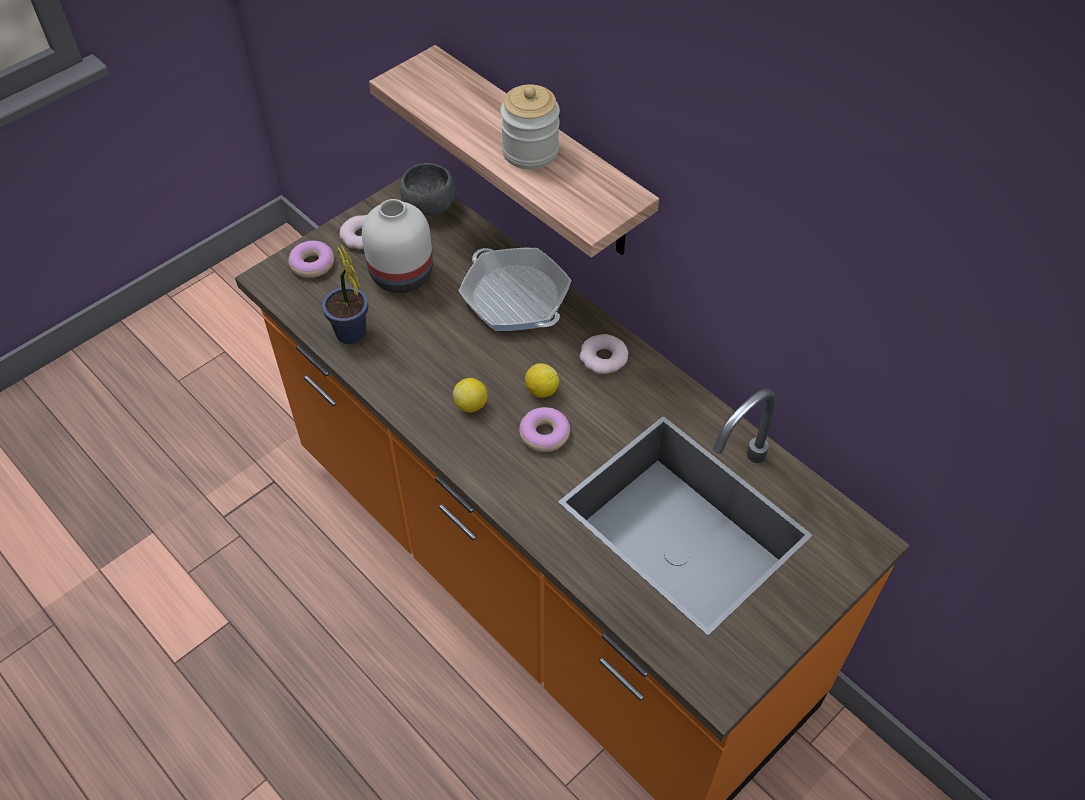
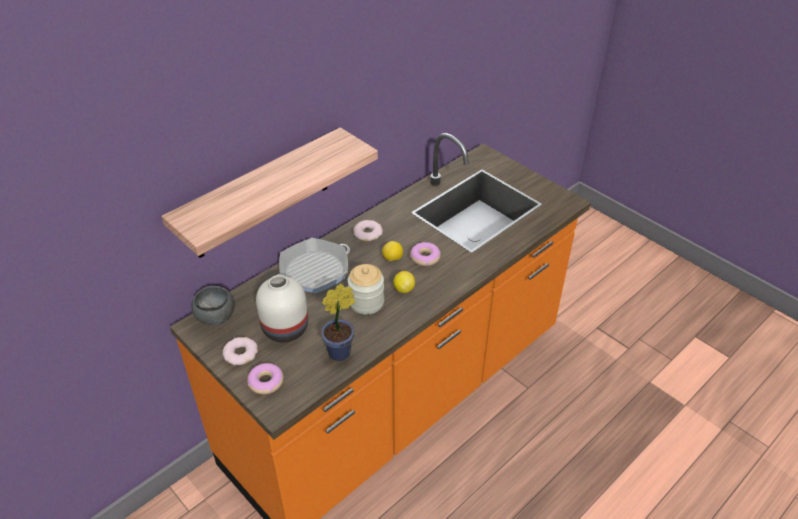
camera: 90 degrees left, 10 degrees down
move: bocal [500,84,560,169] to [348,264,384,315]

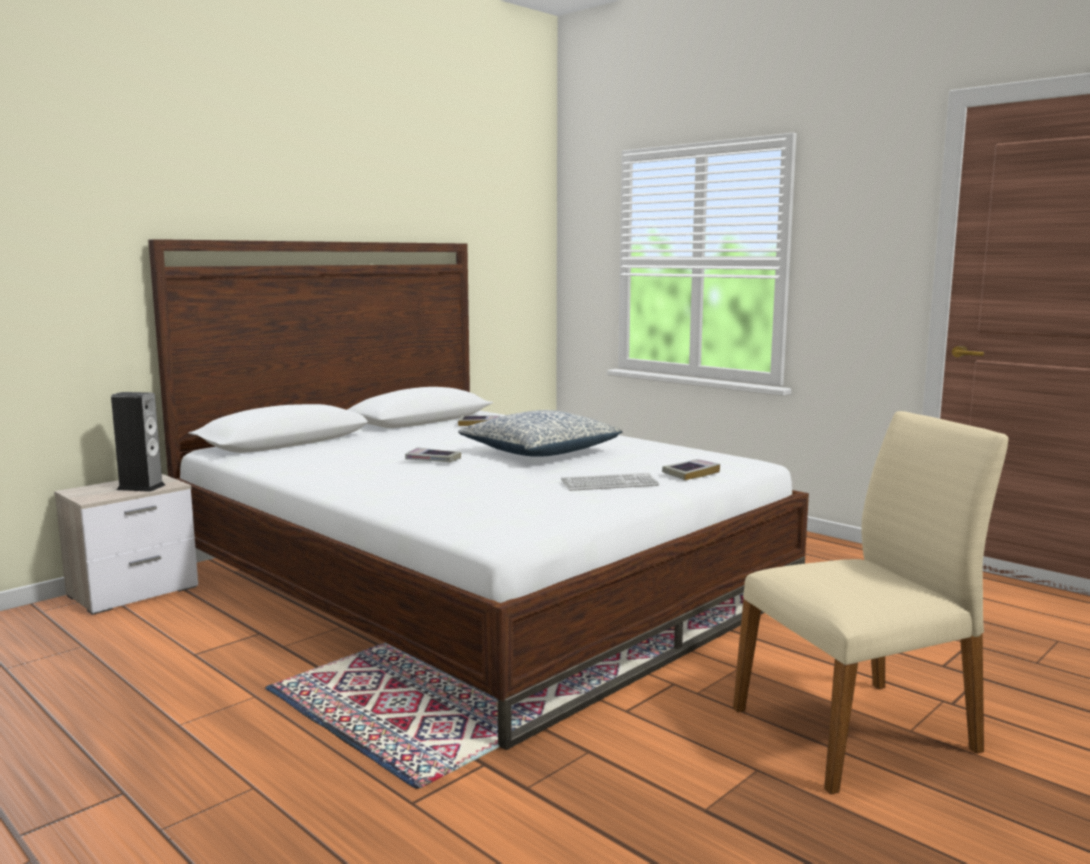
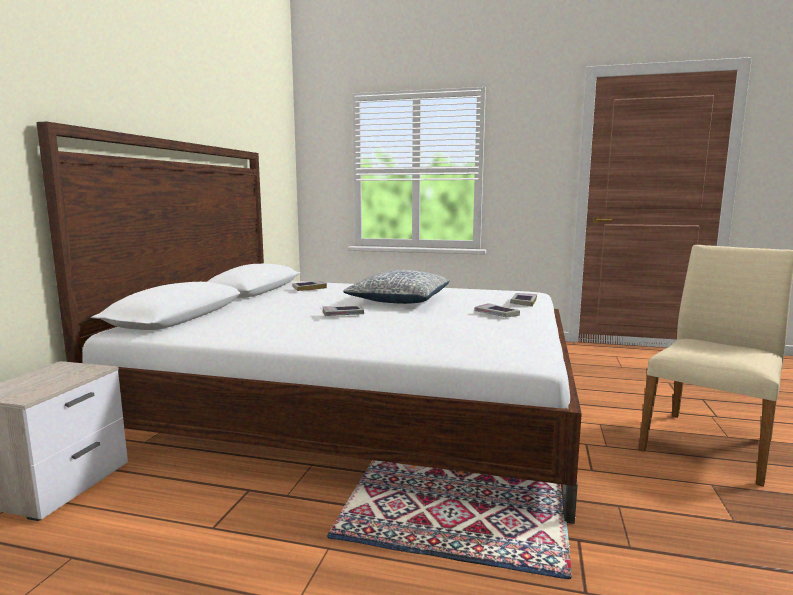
camera: 30 degrees left, 0 degrees up
delete: enceinte [111,392,165,492]
replace: clavier [561,473,659,491] to livre [474,303,520,317]

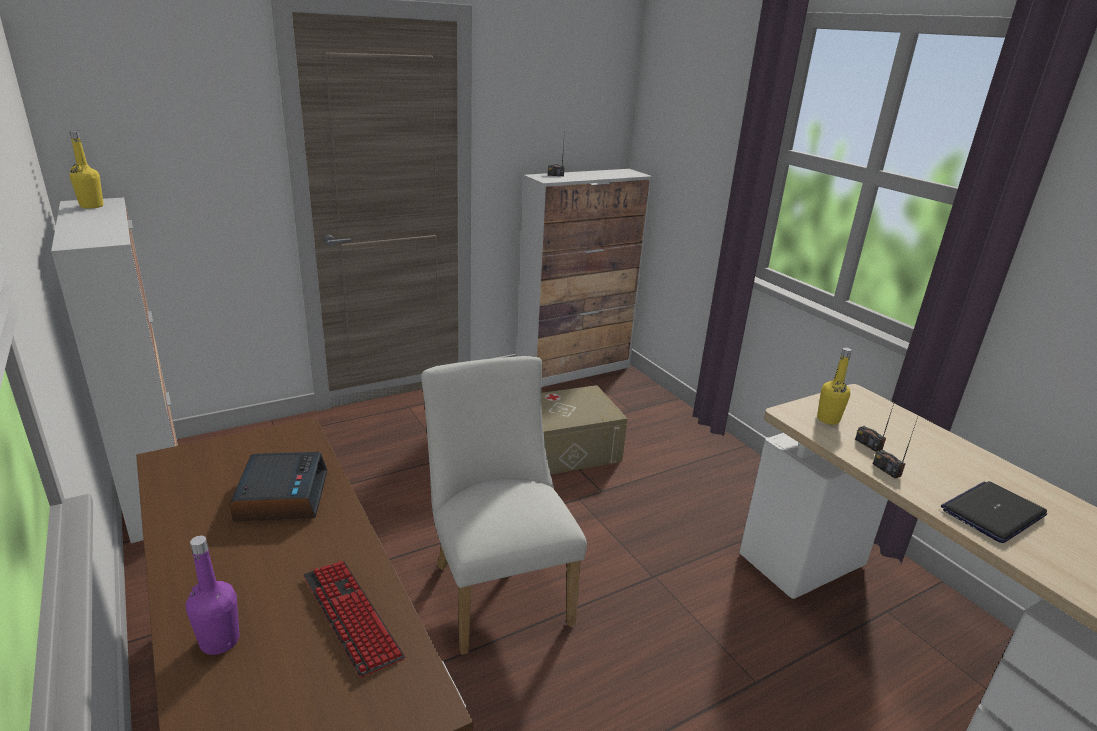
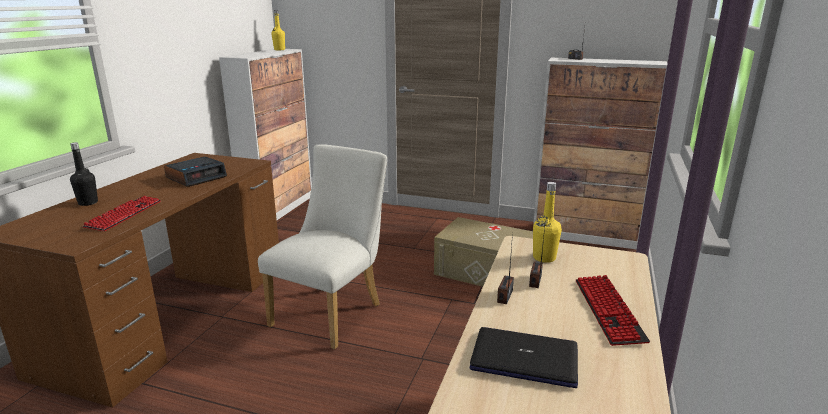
camera: 50 degrees right, 5 degrees down
insert: clavier [576,275,650,346]
recolor: bouteille [violet] [186,536,240,655] to bouteille [noir] [70,142,98,206]

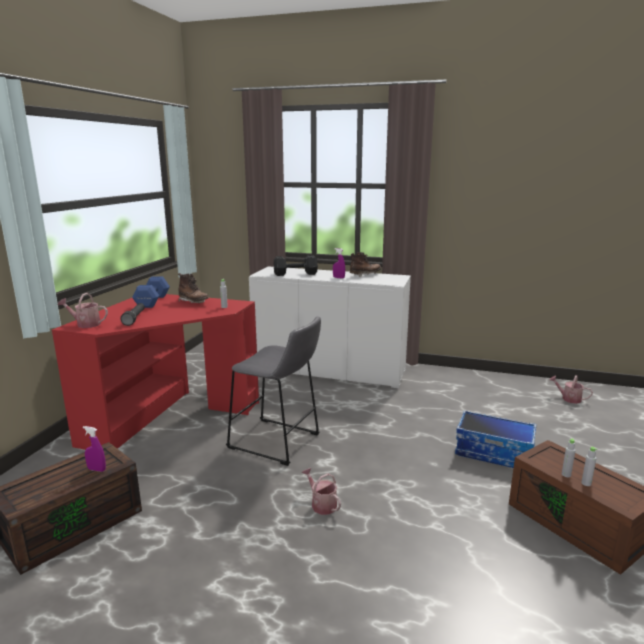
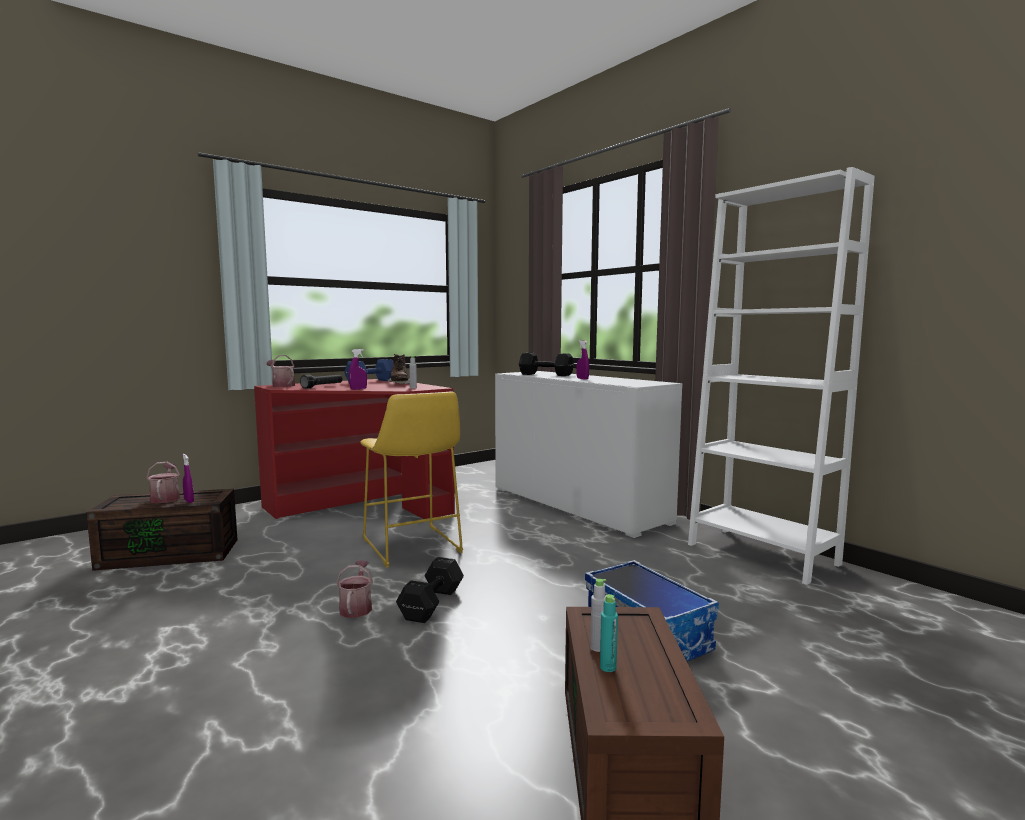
camera: 35 degrees right, 10 degrees down
delete: botte [marron] [350,252,381,277]
insert: vaporisateur [violet] [349,349,367,390]; haltère [noir] [396,557,464,623]; bibliothèque [blanc] [688,167,875,585]
move: arrosoir [549,375,593,404] to [146,462,180,503]
recolor: tabouret [gris] [226,316,321,466] to tabouret [jaune] [360,392,463,568]; bouteille [gris] [582,447,598,486] to bouteille [turquoise] [600,594,618,672]

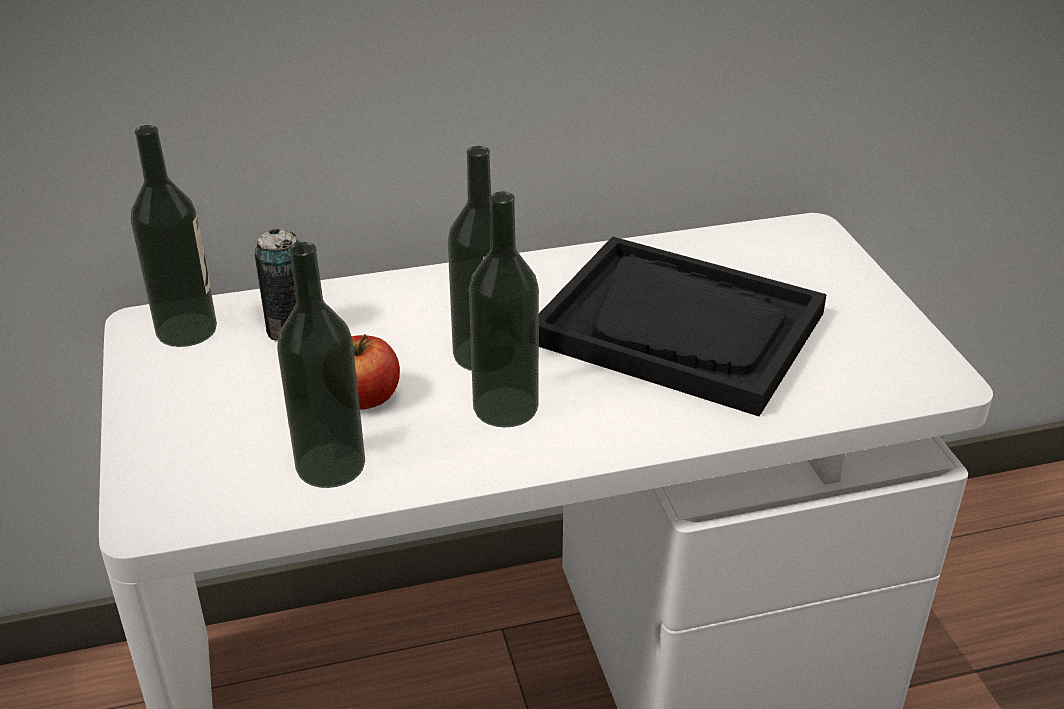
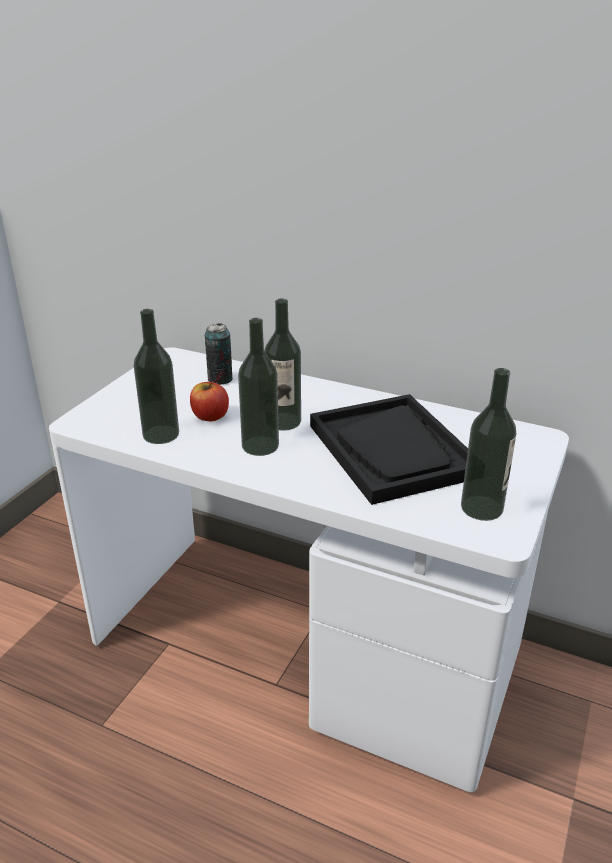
camera: 40 degrees right, 5 degrees down
move: bouteille [131,125,217,347] to [461,368,517,521]

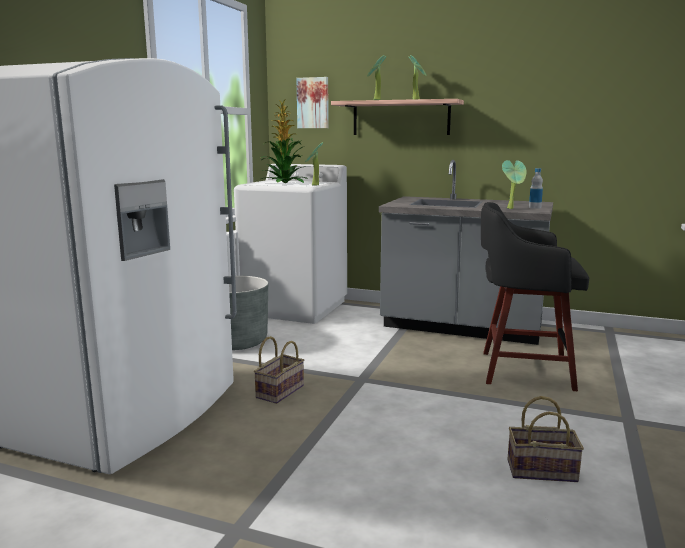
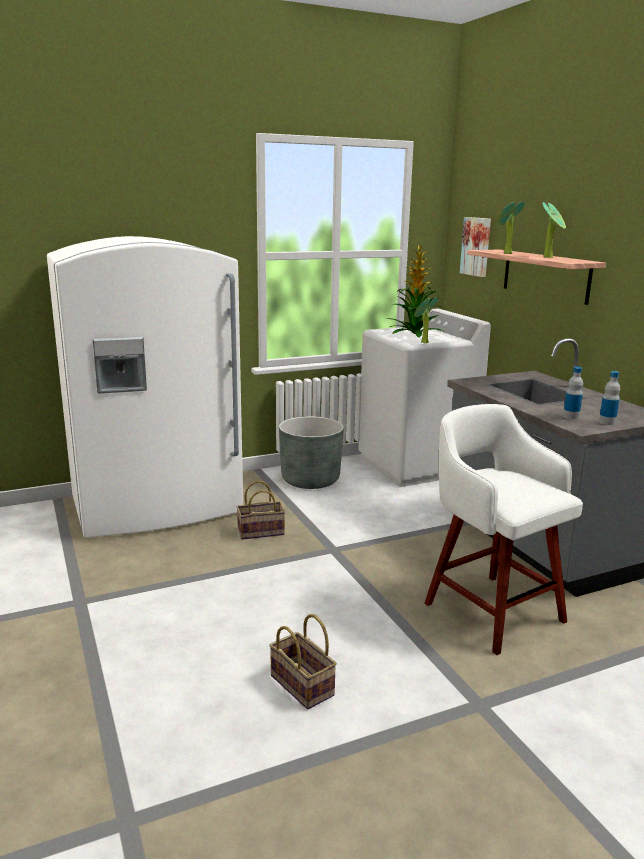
camera: 45 degrees right, 5 degrees up
replace: plante en pot [502,160,527,209] to bouteille [563,367,583,420]
recolor: tabouret [noir] [481,202,589,391] to tabouret [blanc] [424,404,583,655]

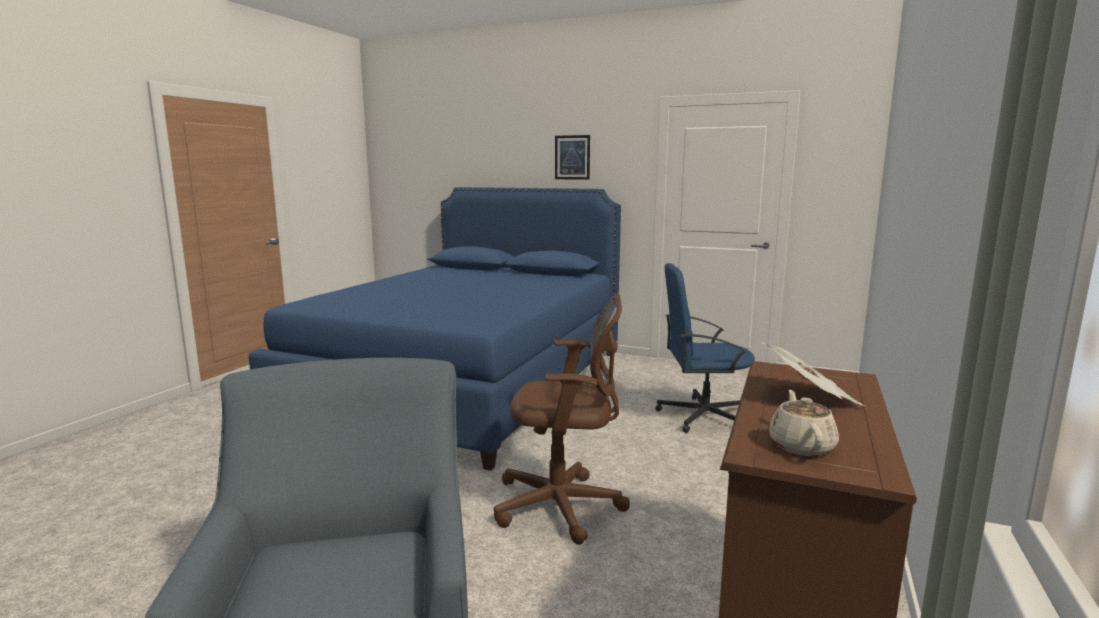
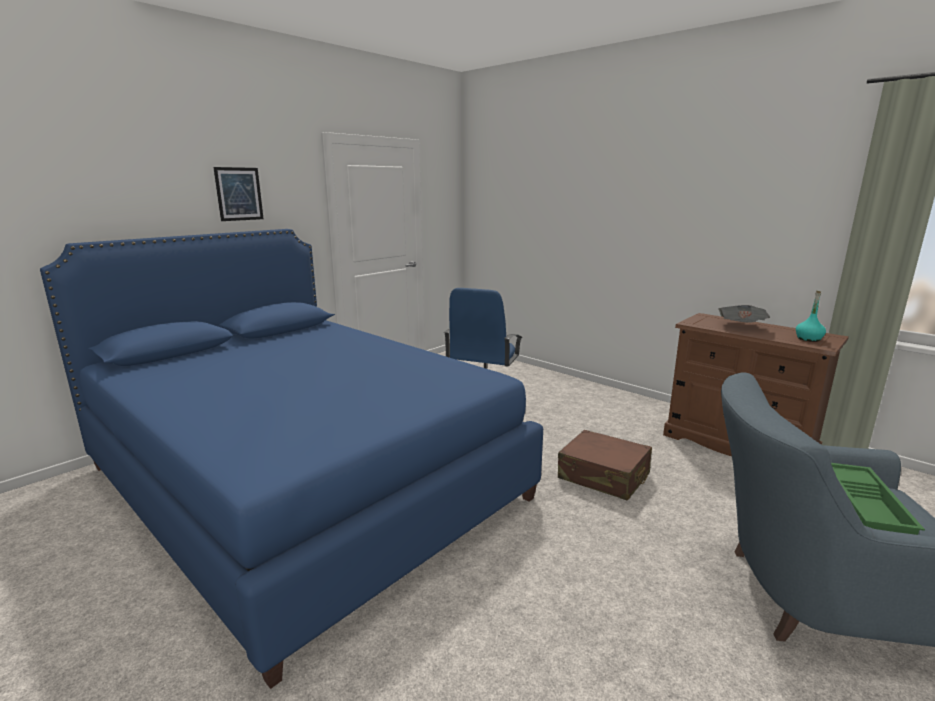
camera: 70 degrees left, 5 degrees up
insert: plateau [vert] [831,463,925,535]
replace: chaise de bureau [marron] [494,293,630,545] to valise [marron] [558,430,652,501]; théière [beige] [769,390,839,456] to bouteille [turquoise] [796,291,826,342]

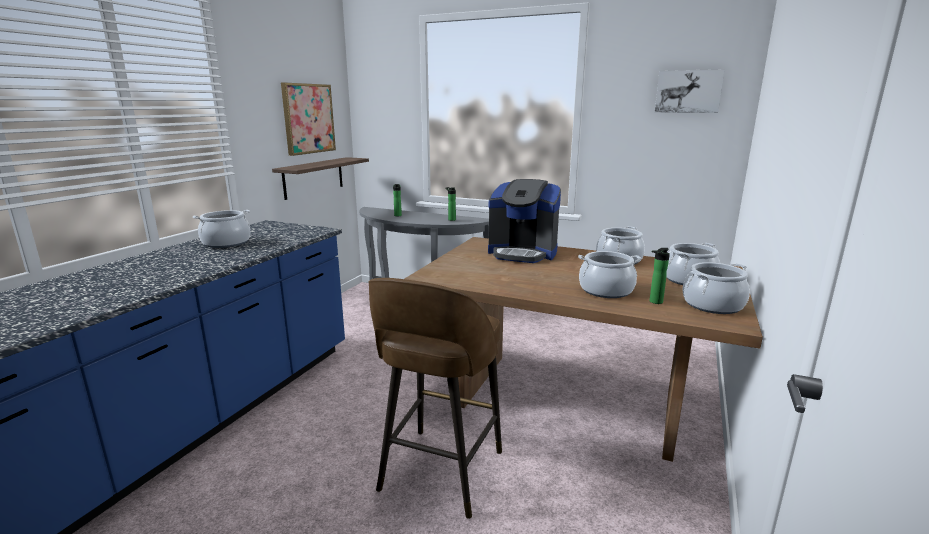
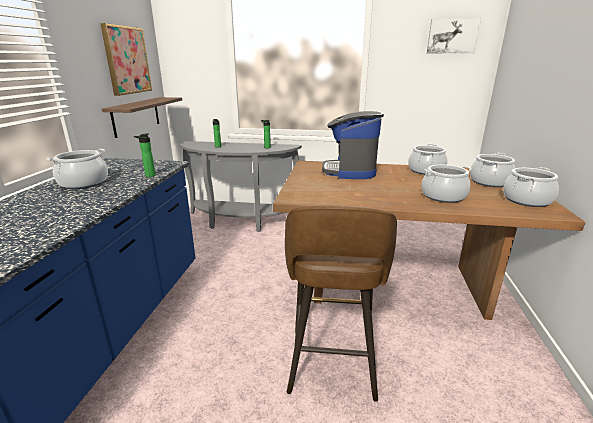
camera: 15 degrees left, 5 degrees up
move: bouteille [650,248,670,304] to [134,133,156,177]
rotate: machine à café [488,179,561,263] = [322,111,384,179] 90 degrees clockwise

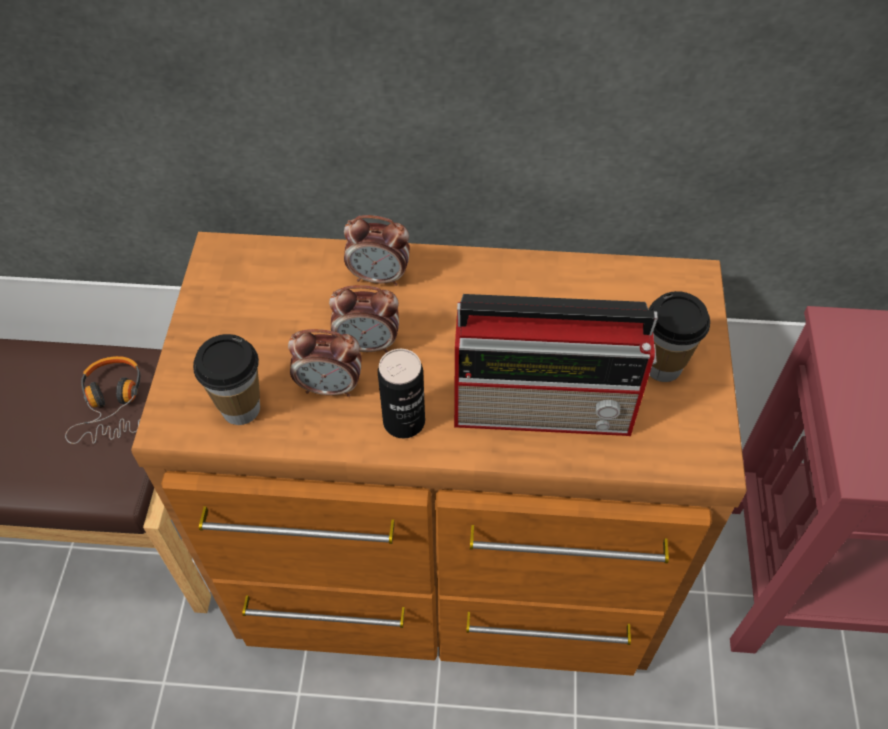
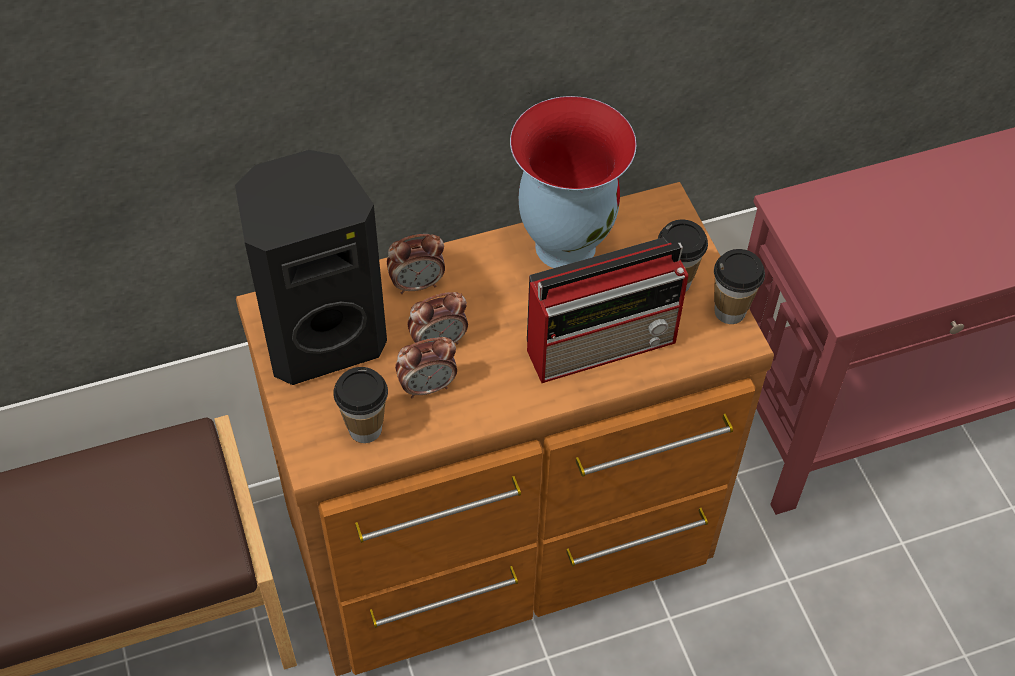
camera: 25 degrees left, 0 degrees up
delete: casque audio [65,356,141,444]; boîte métallique [378,349,425,438]
insert: enceinte [noir] [235,150,387,385]; vase [510,96,637,268]; tasse [714,249,765,324]

